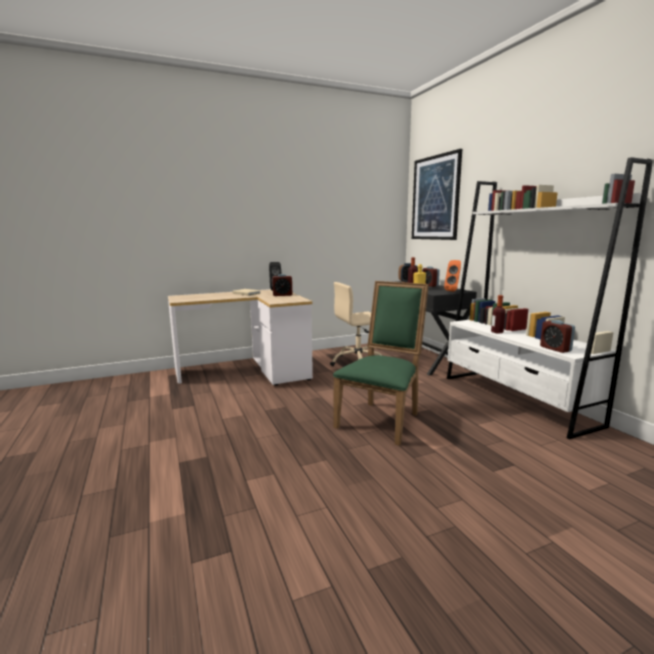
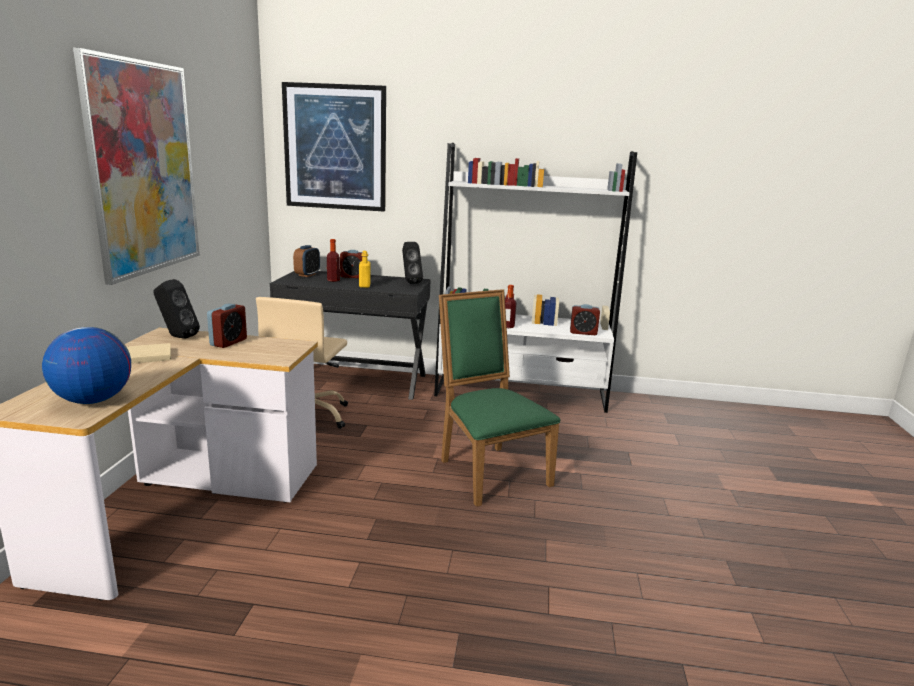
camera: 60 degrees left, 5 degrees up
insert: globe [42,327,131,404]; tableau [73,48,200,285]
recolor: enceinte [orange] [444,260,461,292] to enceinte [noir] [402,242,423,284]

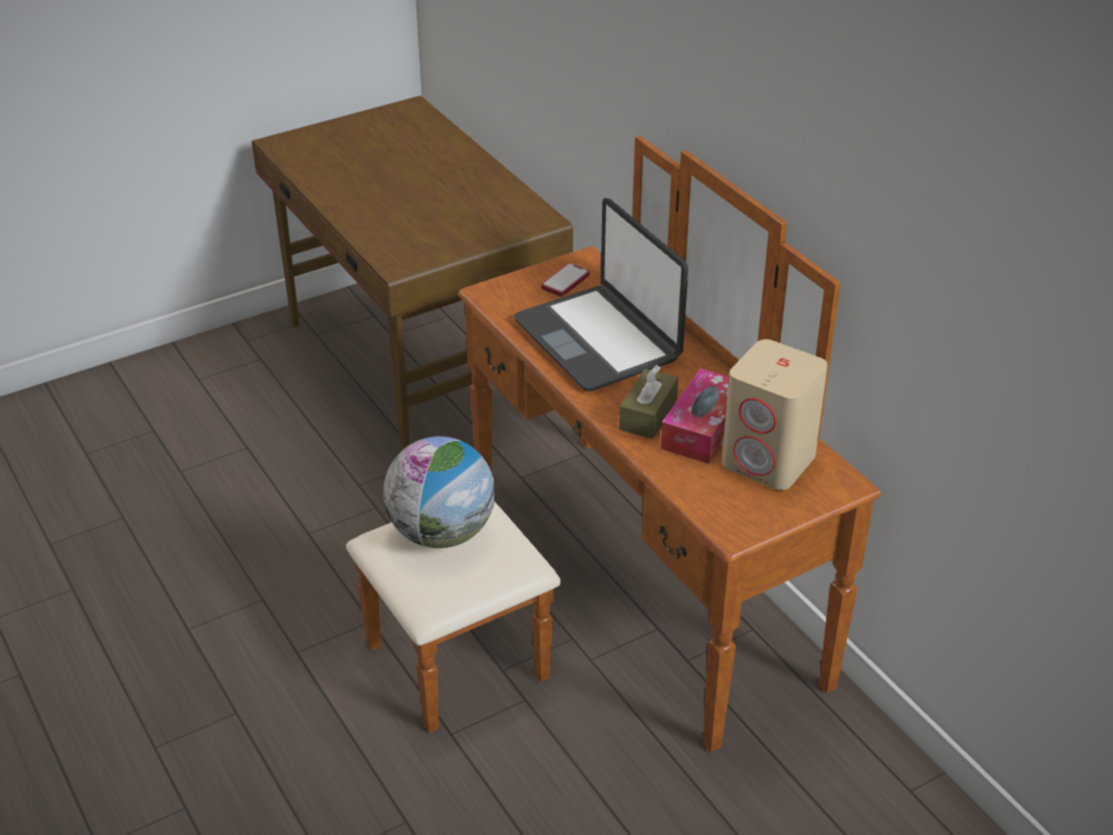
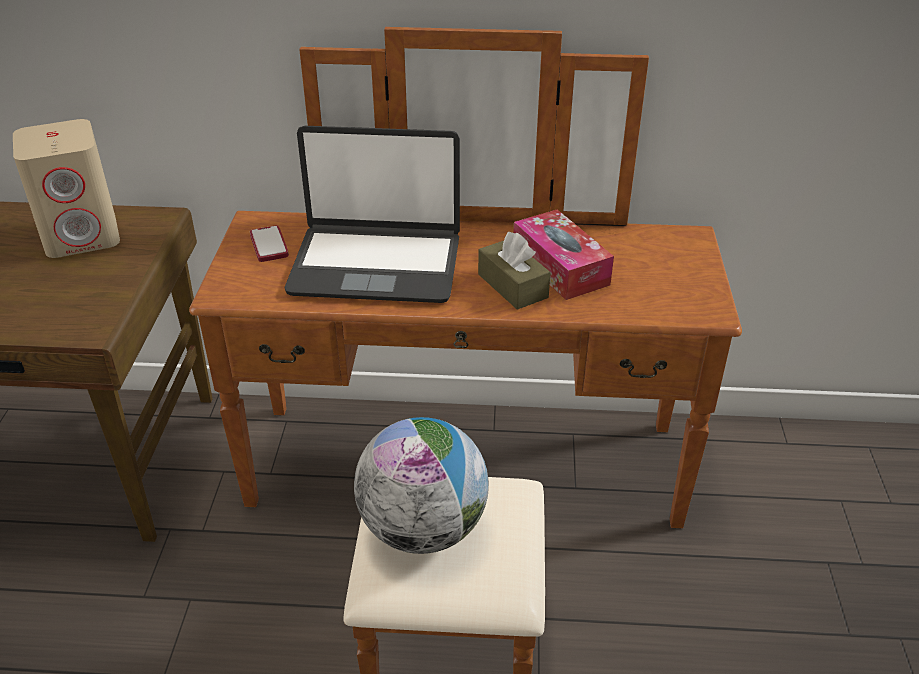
camera: 55 degrees left, 0 degrees up
move: enceinte [beige] [722,339,828,490] to [13,119,120,258]

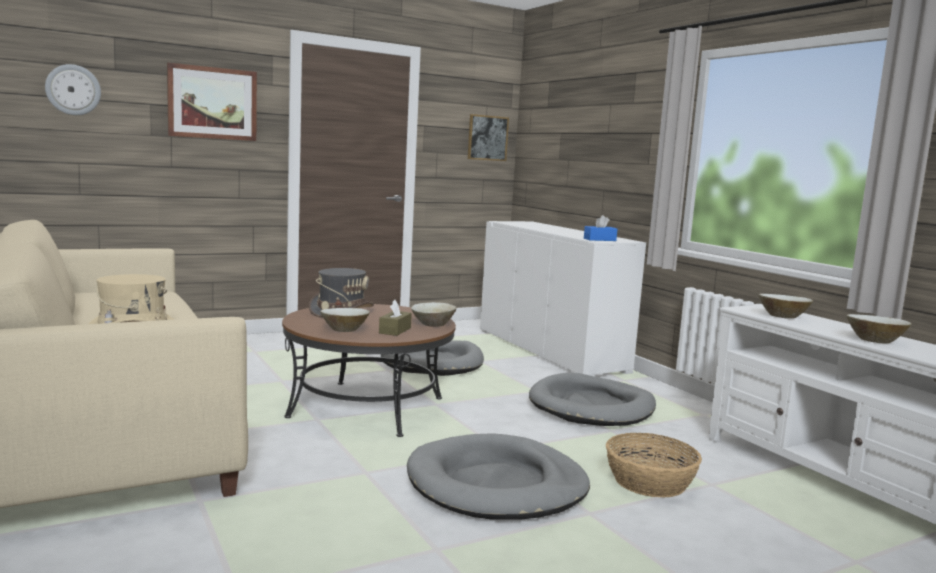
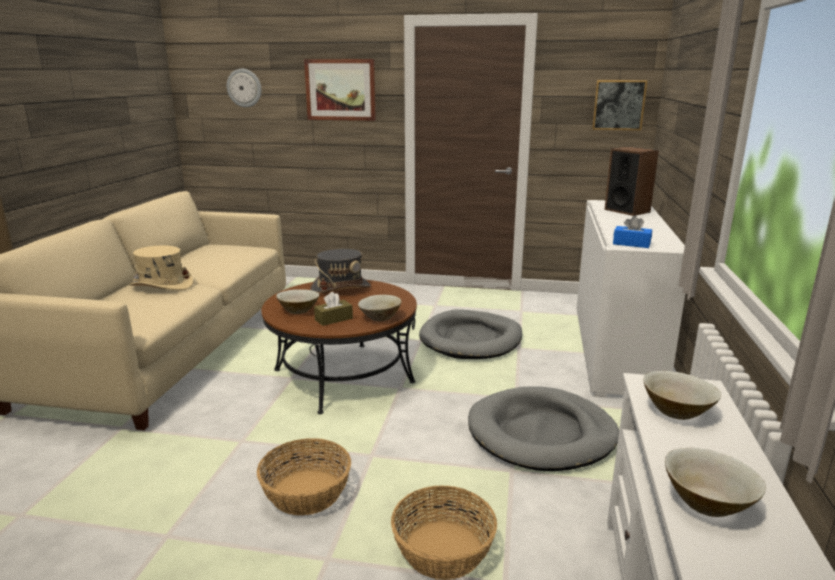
camera: 40 degrees right, 10 degrees up
insert: enceinte [604,147,659,216]
replace: panier pour chien [gris] [407,433,590,520] to panier [257,438,351,516]

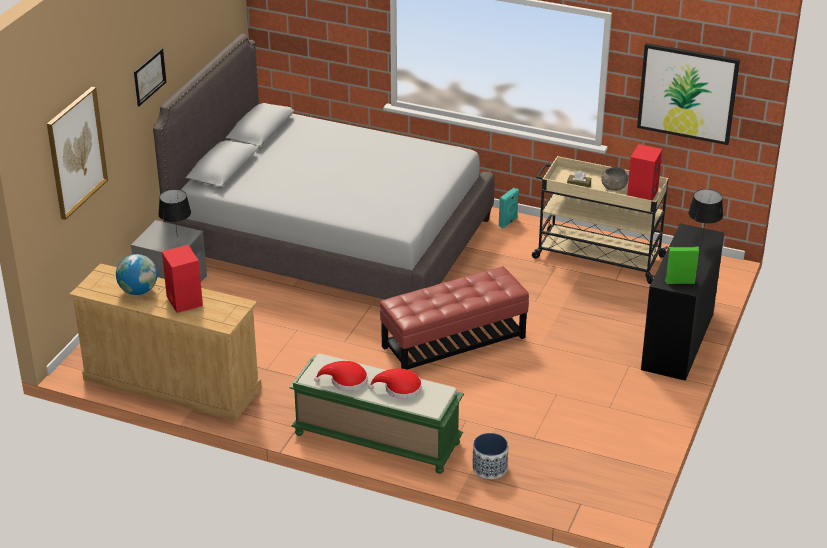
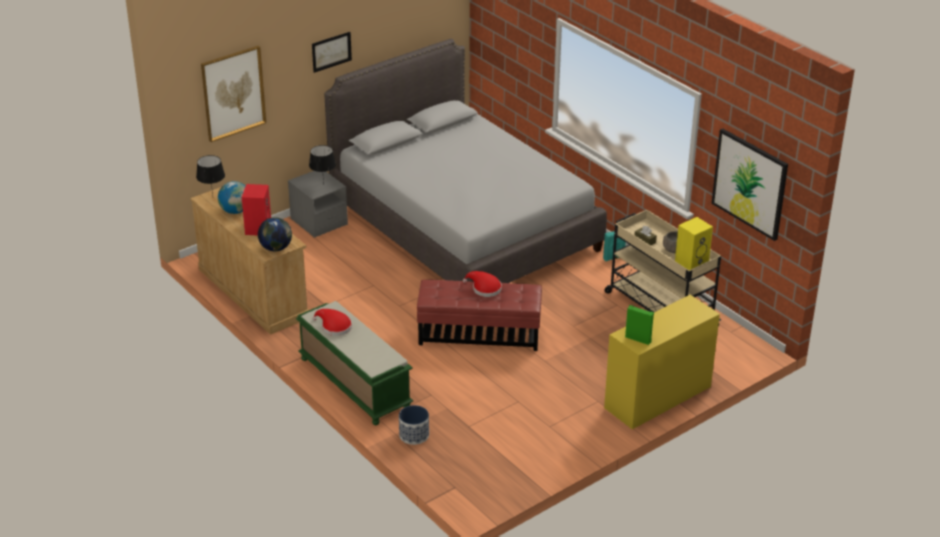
camera: 30 degrees right, 0 degrees up
insert: globe [258,217,292,251]
move: chapeau [rouge] [368,369,422,399] to [463,271,502,297]; lampe de table [noir] [688,189,723,240] to [196,155,225,195]
recolor: enceinte [rouge] [627,144,662,201] to enceinte [jaune] [675,217,713,270]; bureau [noir] [641,223,724,381] to bureau [jaune] [604,295,720,429]

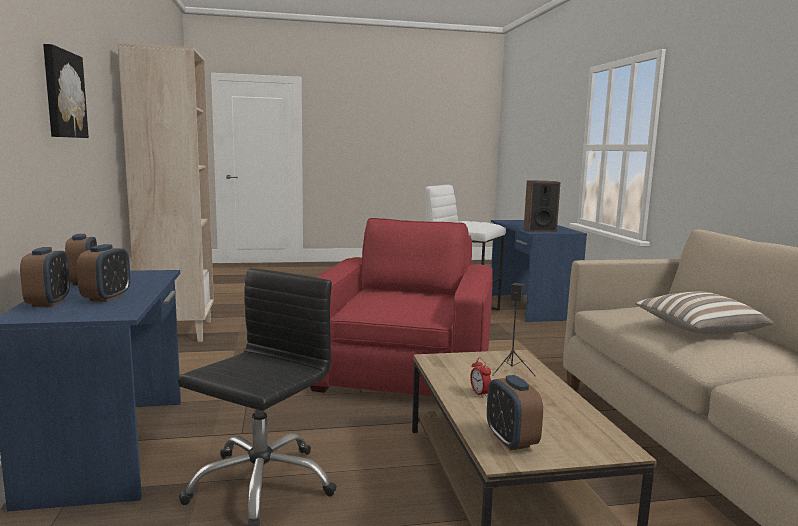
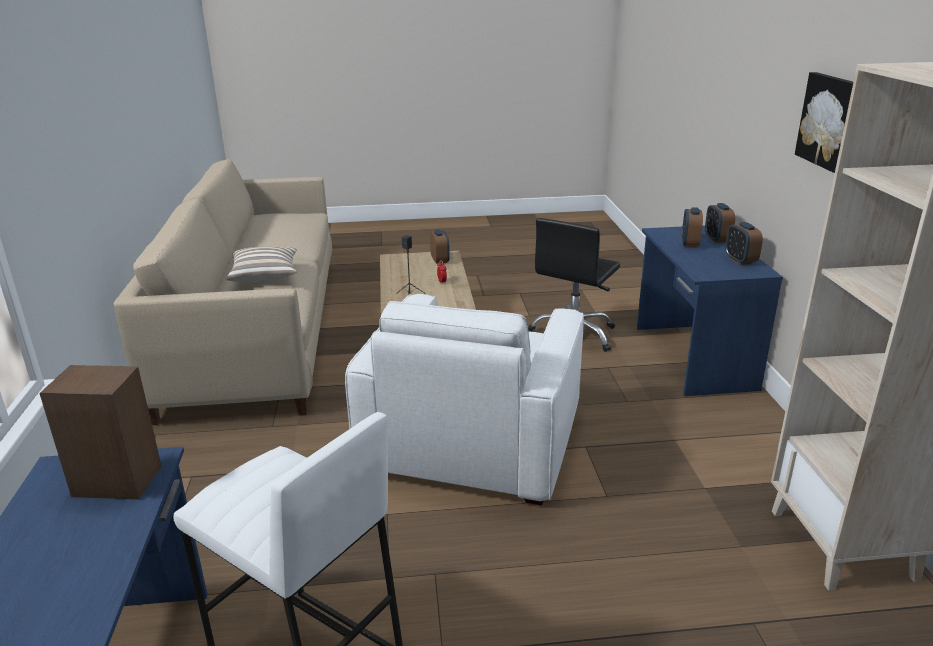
camera: 175 degrees left, 15 degrees up
recolor: fauteuil [rouge] [310,218,493,396] to fauteuil [blanc] [345,294,584,505]

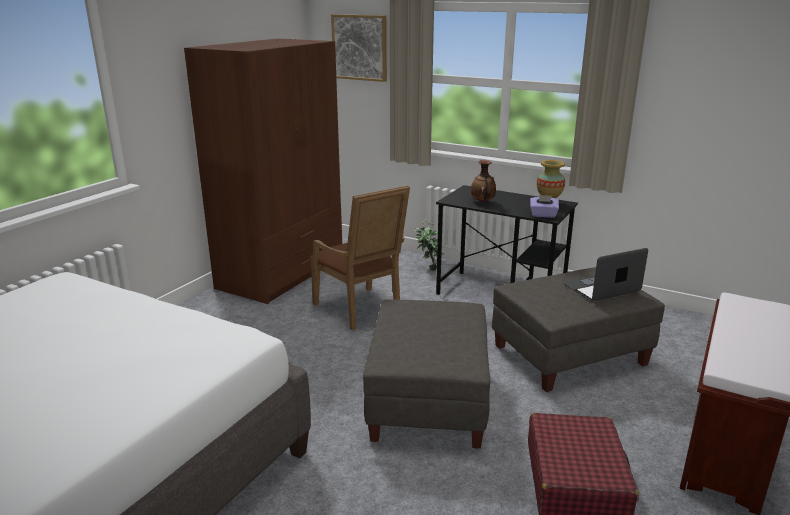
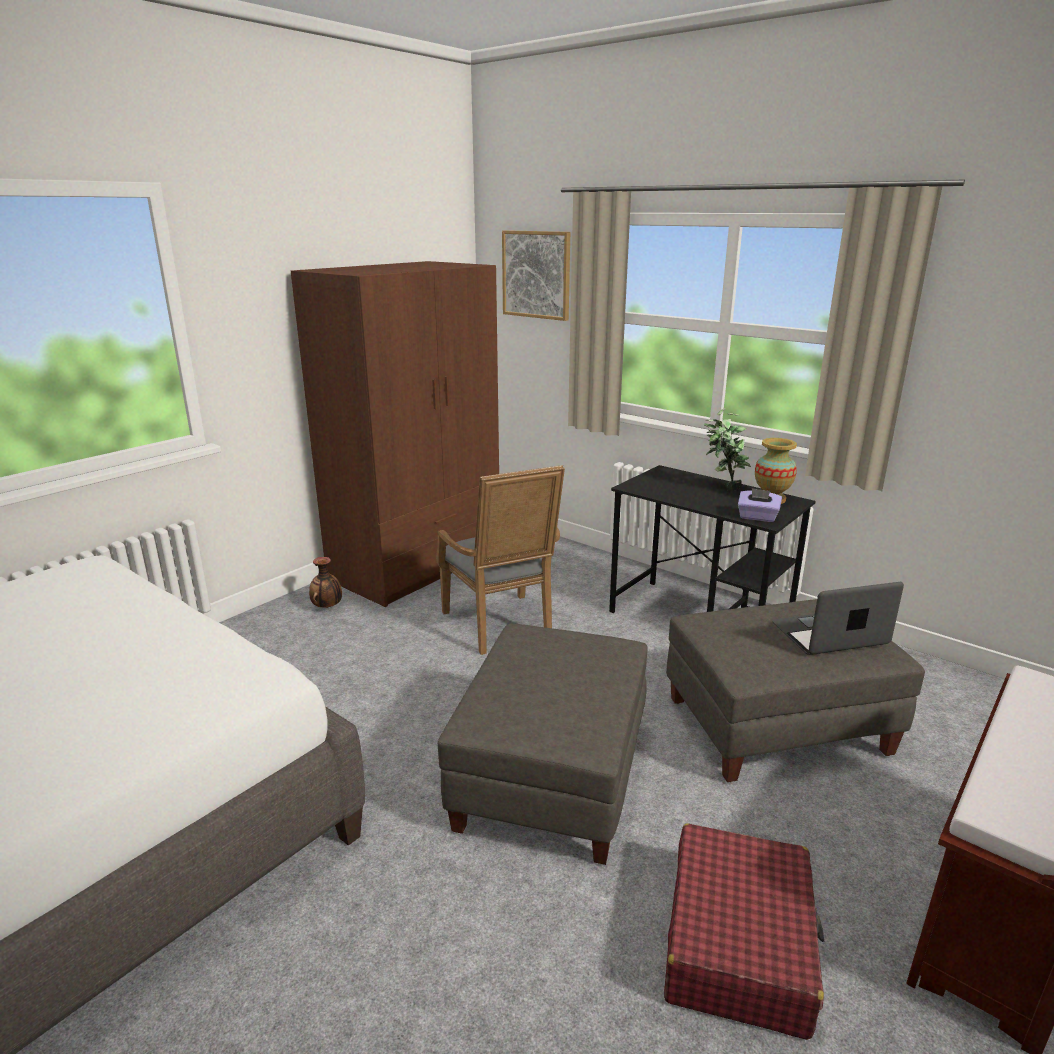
camera: 10 degrees right, 0 degrees up
move: plante en pot [414,219,444,270] to [704,408,751,491]; vase [471,160,496,202] to [309,557,342,608]
recolor: fauteuil [marron] [310,186,410,330] to fauteuil [gris] [436,465,565,655]

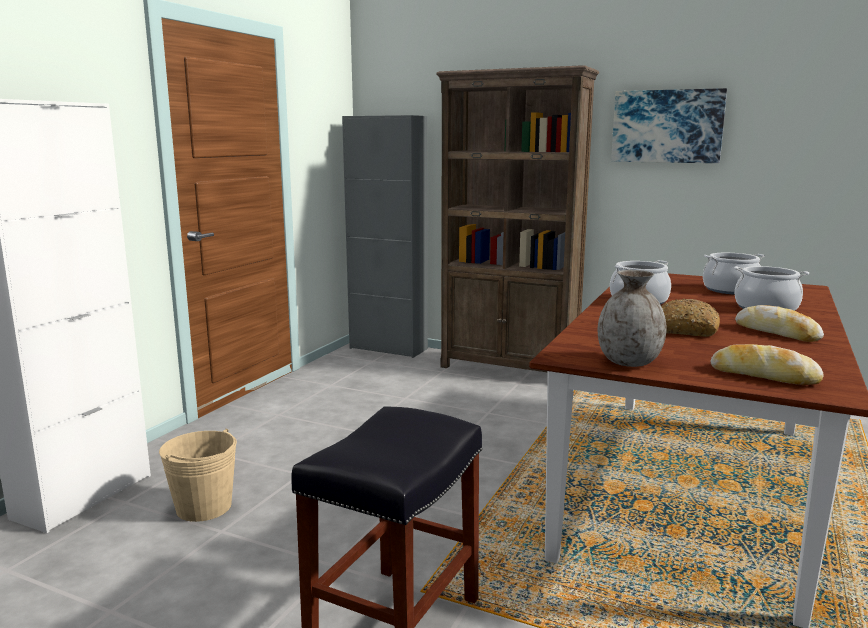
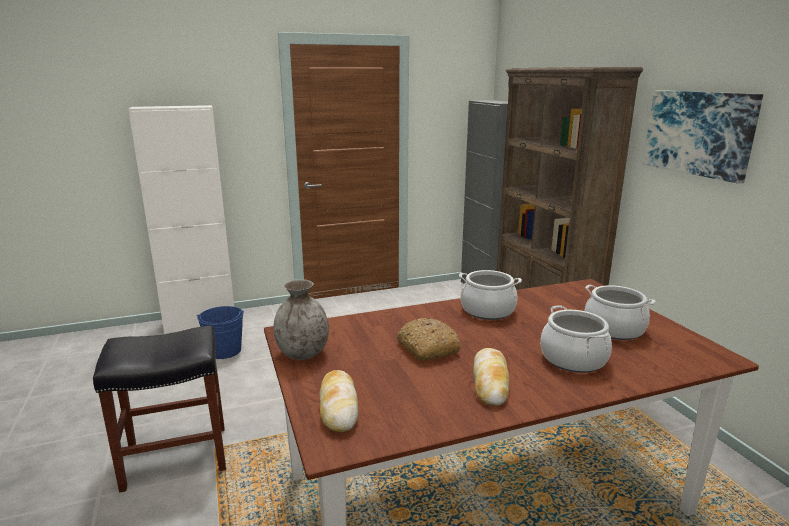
camera: 45 degrees right, 5 degrees up
recolor: seau [beige] [159,429,237,522] to seau [bleu] [197,306,244,359]

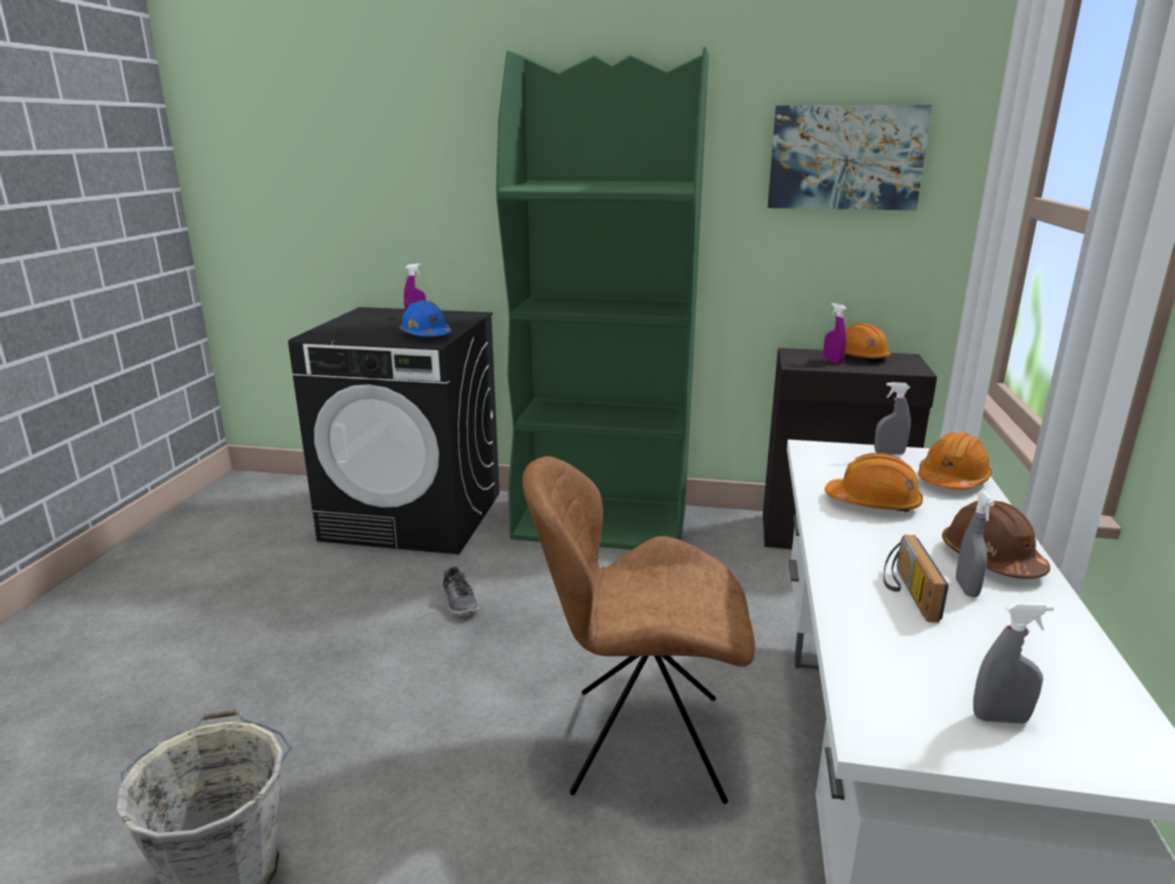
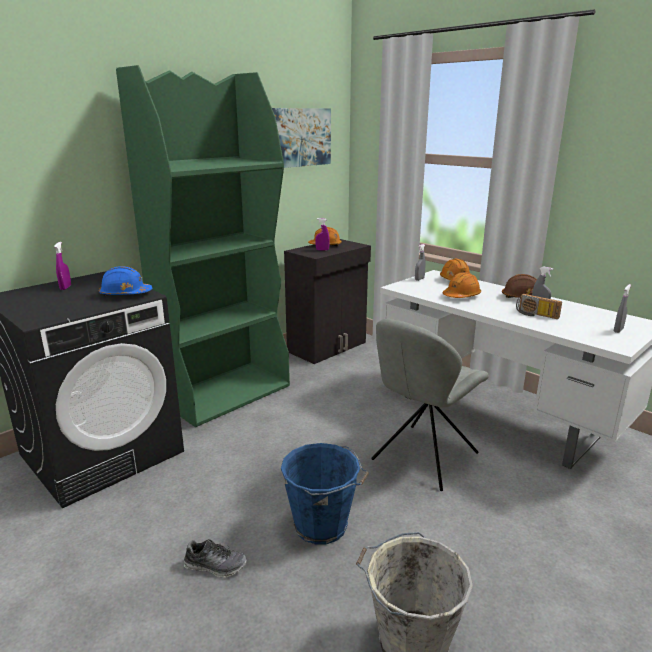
camera: 55 degrees left, 0 degrees up
insert: seau [bleu] [281,443,369,545]
move: chaussure [442,566,478,616] to [184,539,247,577]
recolor: chaise [marron] [522,456,755,804] to chaise [gris] [371,319,489,491]

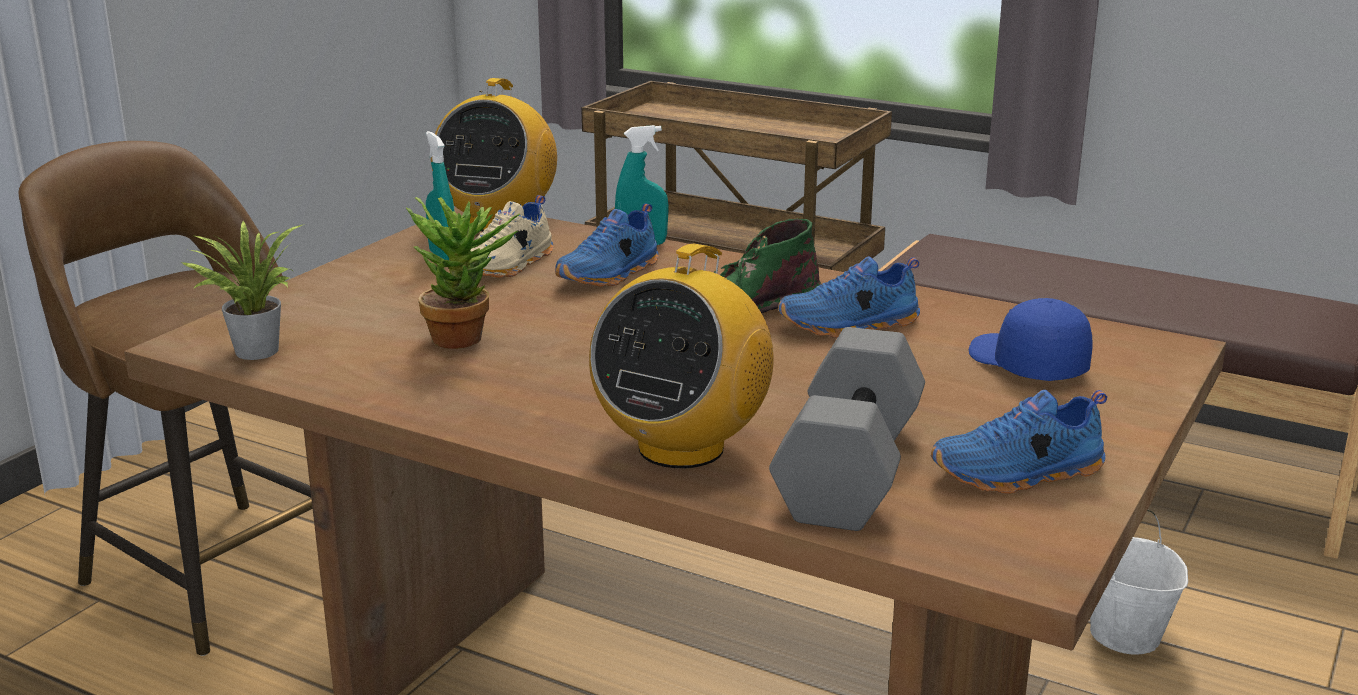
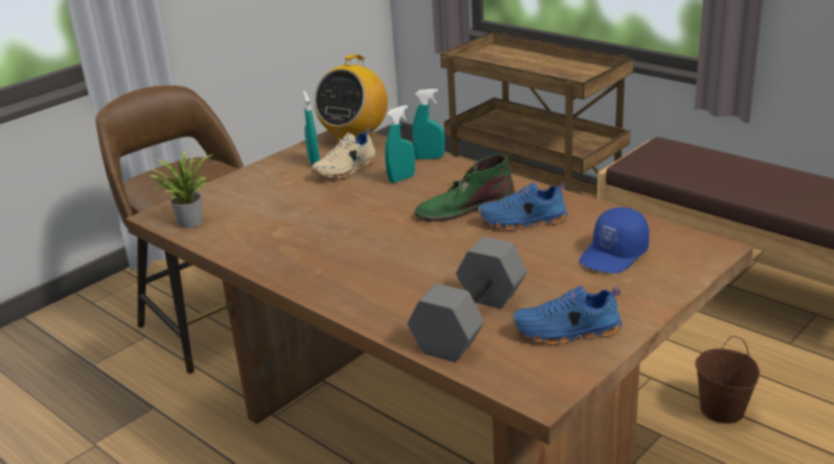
camera: 15 degrees right, 5 degrees up
delete: plante en pot [405,197,520,349]; radio [589,244,774,468]
replace: chaussure [bleu] [555,203,658,287] to vaporisateur [turquoise] [385,105,415,183]
recolor: seau [blanc] [1090,510,1188,655] to seau [marron] [695,336,760,424]
rotate: casquette [bleu] [969,298,1093,381] = [579,207,649,274] 120 degrees counterclockwise

